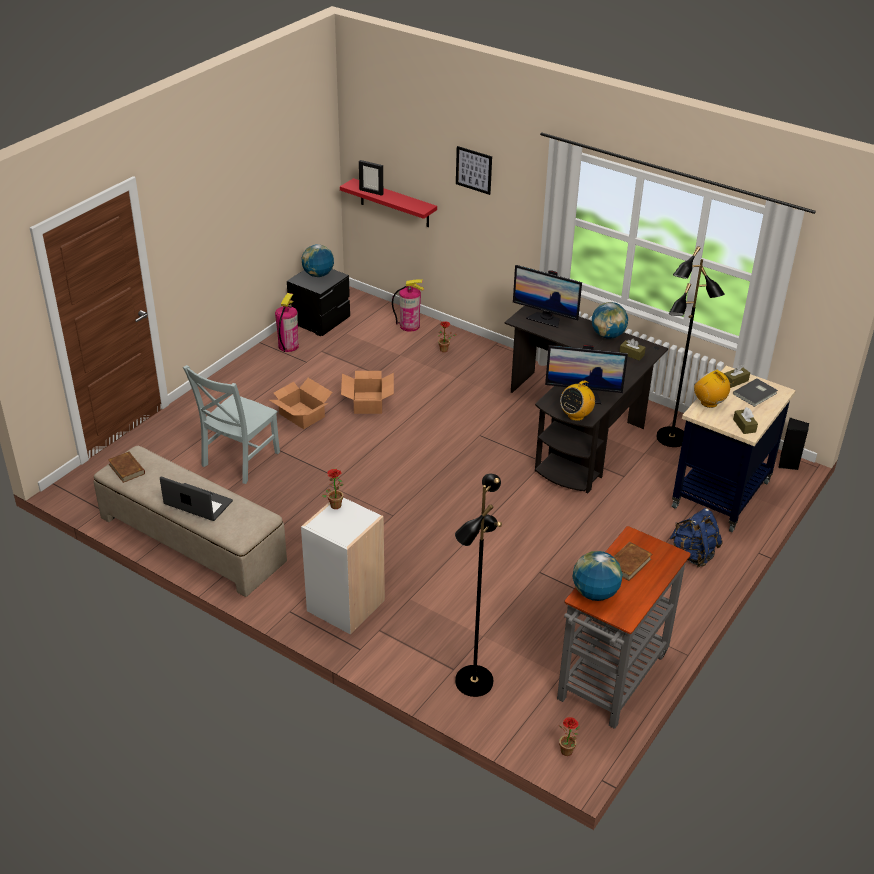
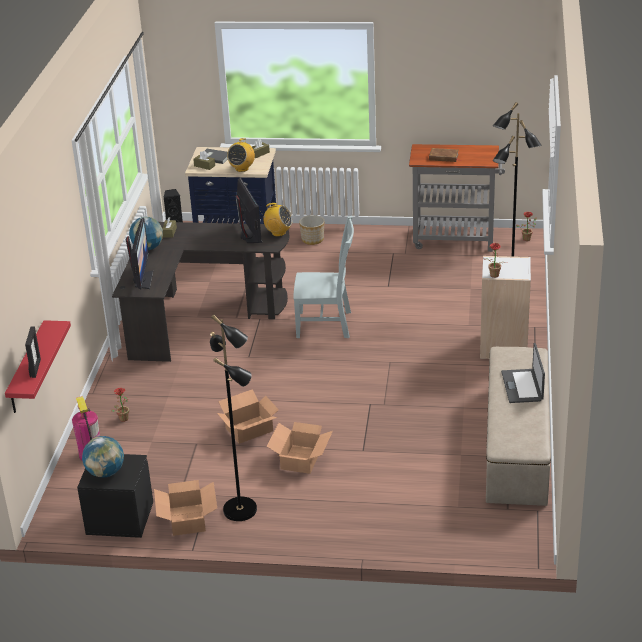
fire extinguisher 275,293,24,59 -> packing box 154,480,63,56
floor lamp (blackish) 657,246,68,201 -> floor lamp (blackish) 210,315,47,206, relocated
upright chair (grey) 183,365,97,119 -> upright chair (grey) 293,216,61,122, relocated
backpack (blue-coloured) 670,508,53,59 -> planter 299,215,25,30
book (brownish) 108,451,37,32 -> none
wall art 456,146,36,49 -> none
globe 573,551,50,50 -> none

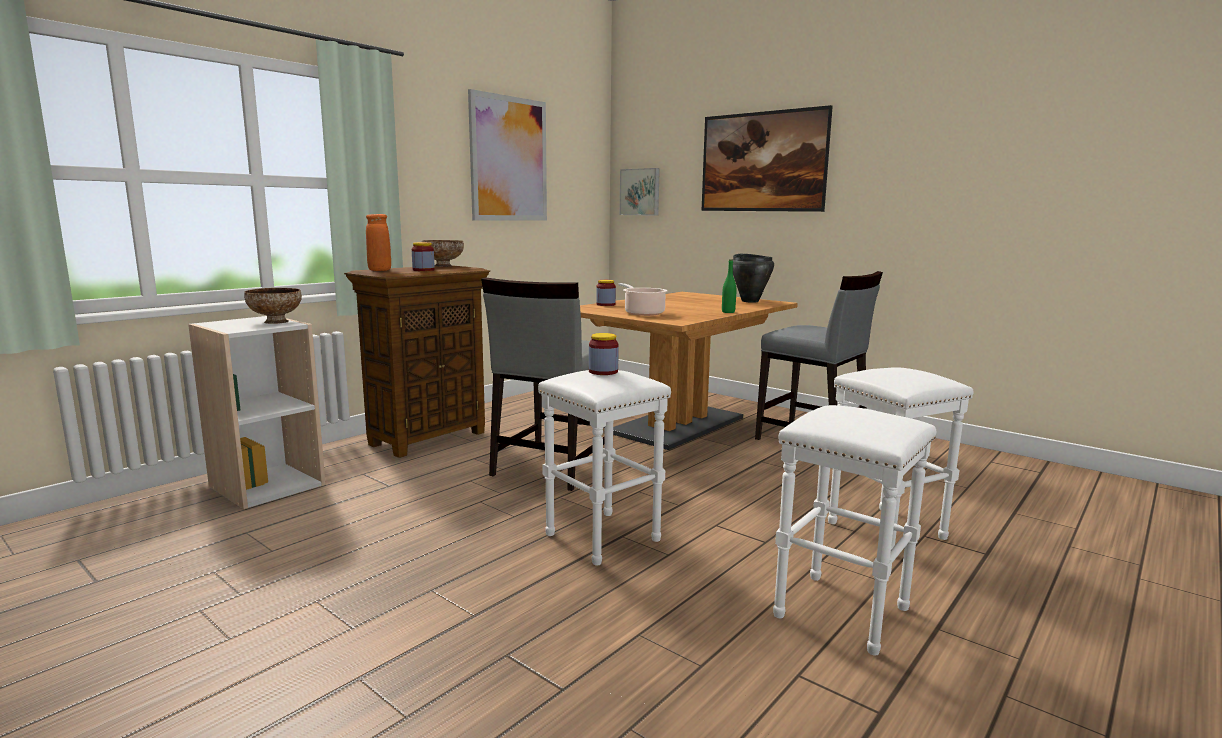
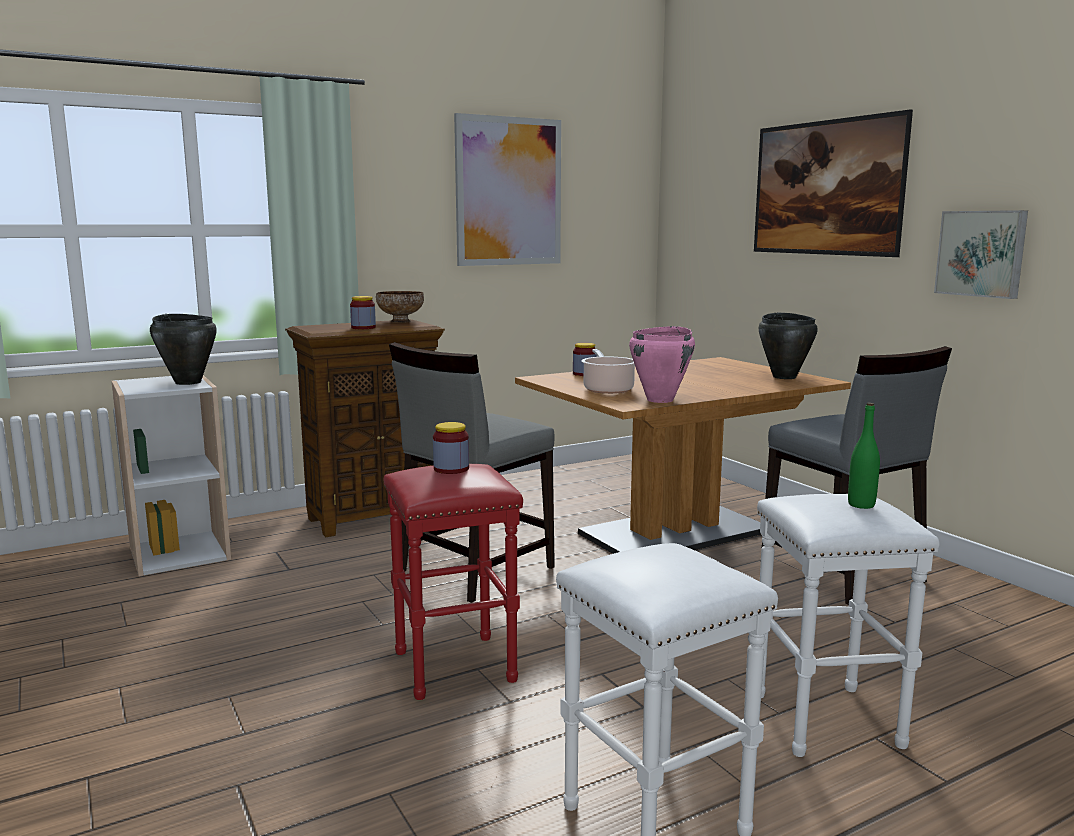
deep dish 244,288,58,36 -> cooking pot (blackish) 150,314,67,71
stool seat (whitish) 538,370,133,196 -> stool seat (reddish) 384,464,139,236
none -> cooking pot (pinkish) 629,326,66,77
drink bottle (green) 722,259,14,54 -> drink bottle (green) 848,403,32,106, relocated
wall art 620,168,40,48 -> wall art 934,210,94,89, relocated
decorative vase (orange-coloured) 366,214,25,57 -> none

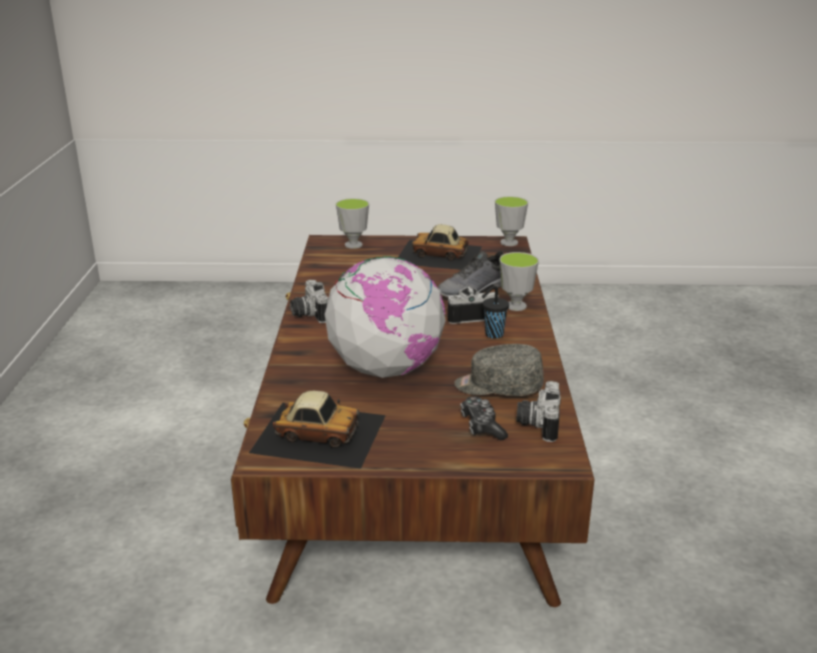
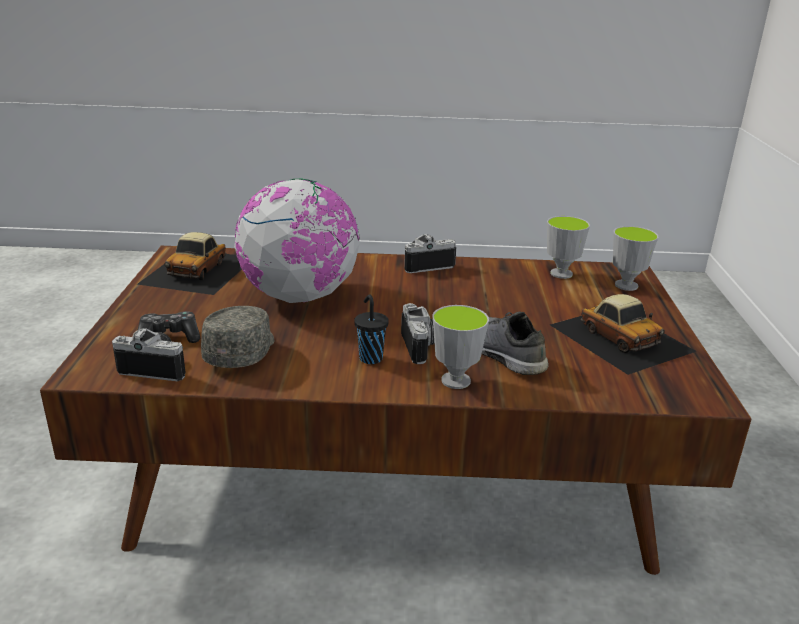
small cup 495,196,33,50 -> small cup 547,216,43,63, relocated
toy car 398,224,84,46 -> toy car 550,294,147,81, 135 degrees clockwise

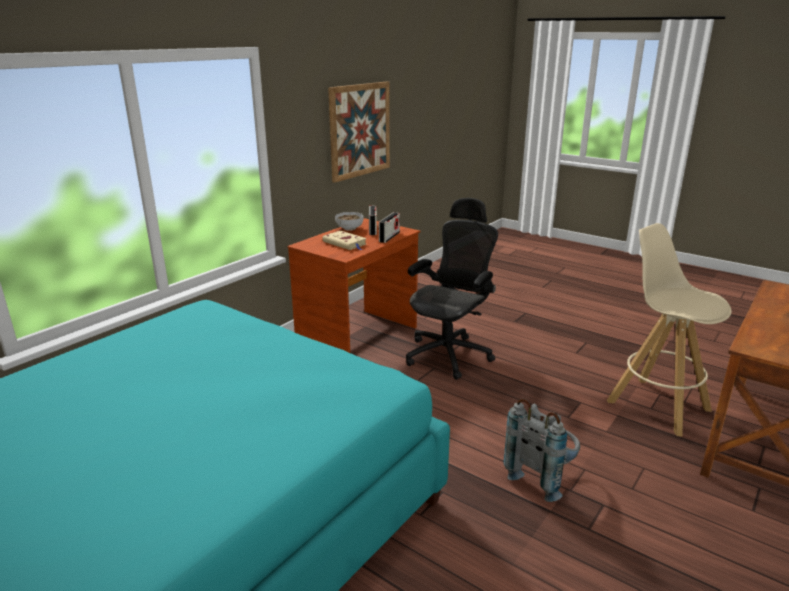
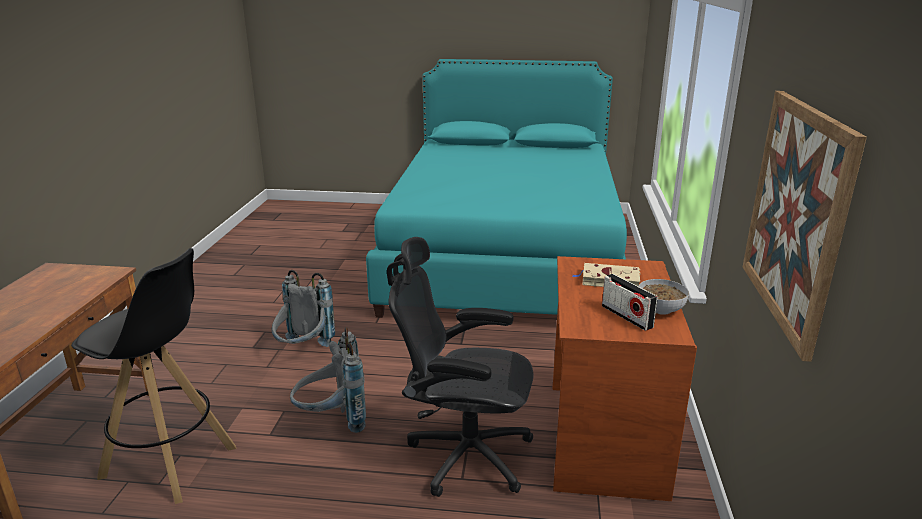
stool seat (beige) 607,223,125,213 -> stool seat (blackish) 71,248,166,256
none -> backpack (grey) 290,327,76,106
desk chair 406,198,92,182 -> desk chair 387,237,146,260, 105 degrees clockwise
radio set 379,212,21,31 -> none

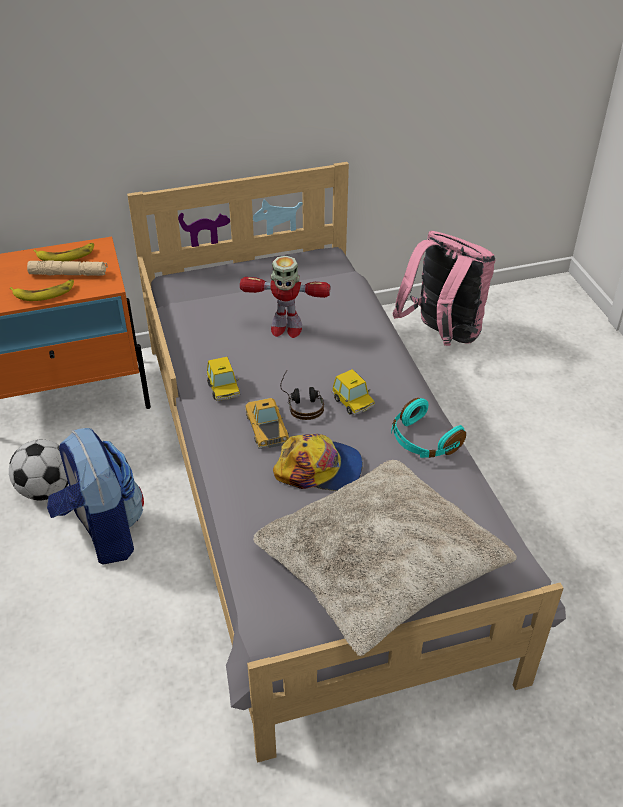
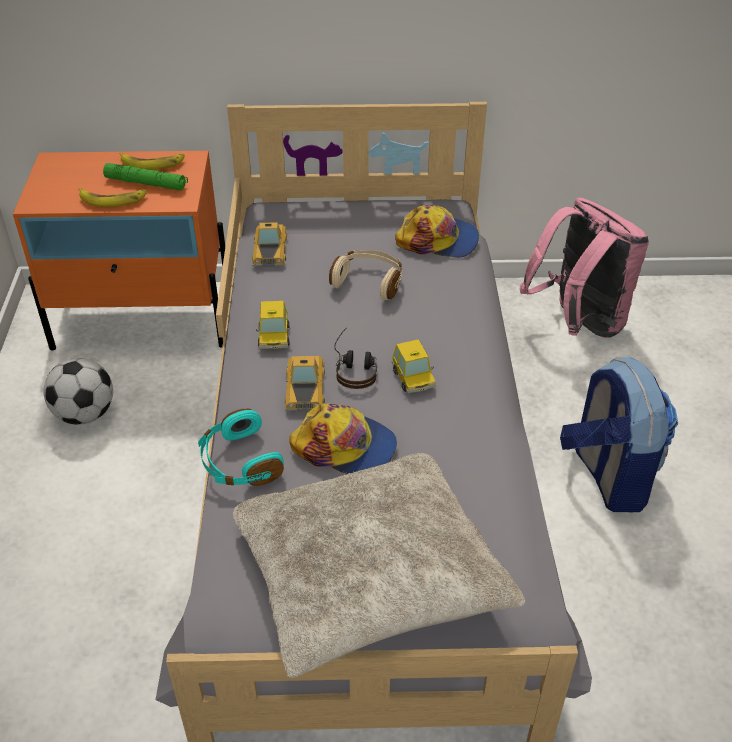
hand torch (beige) 27,260,81,16 -> hand torch (green) 103,163,85,28
pair of headphones (turquoise-coloured) 391,398,75,60 -> pair of headphones (turquoise-coloured) 198,408,86,78, relocated
none -> toy car 252,223,35,44
toy robot 240,256,90,82 -> pair of headphones (beige) 329,249,73,51
none -> baseball cap 395,205,84,53
backpack 47,428,97,137 -> backpack 560,357,118,155, relocated

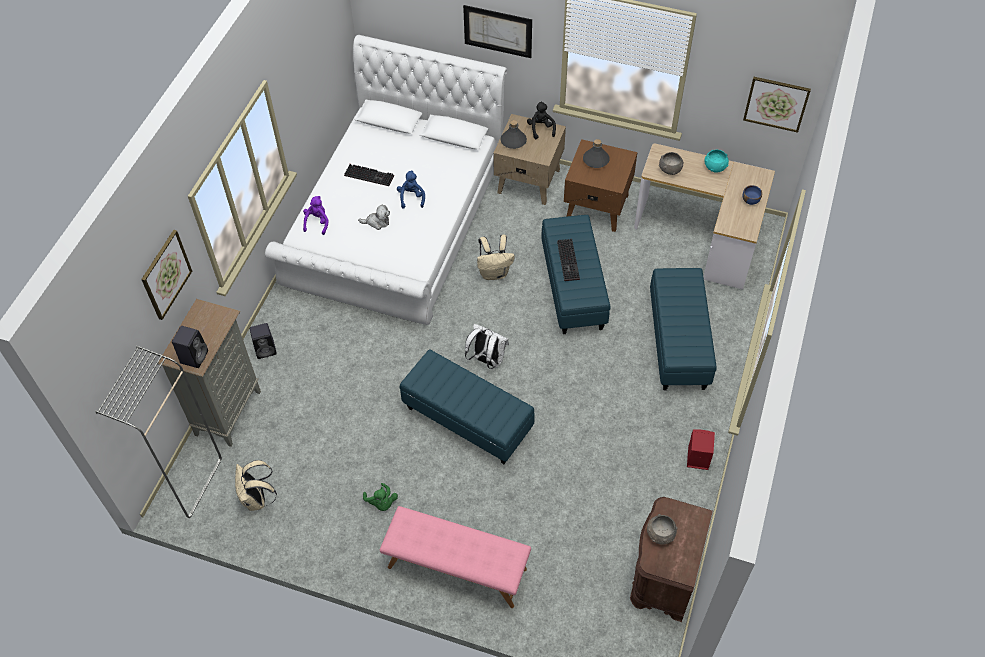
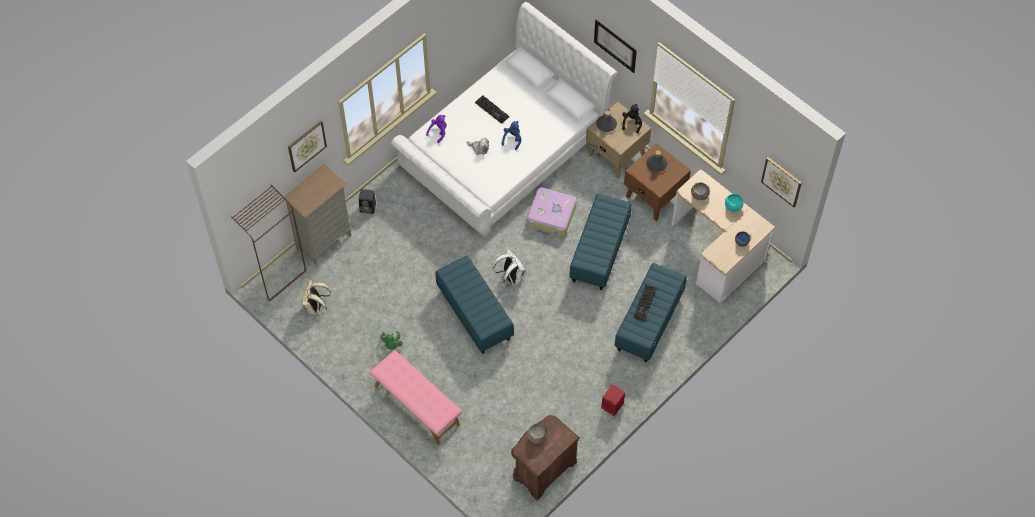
garment stand (grey) 95,345,127,173 -> garment stand (brownish) 231,184,75,117
backpack (beige) 477,235,38,45 -> piece of luggage 526,187,51,50
computer keyboard 557,239,23,42 -> computer keyboard 633,284,24,37, relocated
loudspeaker (blackish) 172,326,36,42 -> none

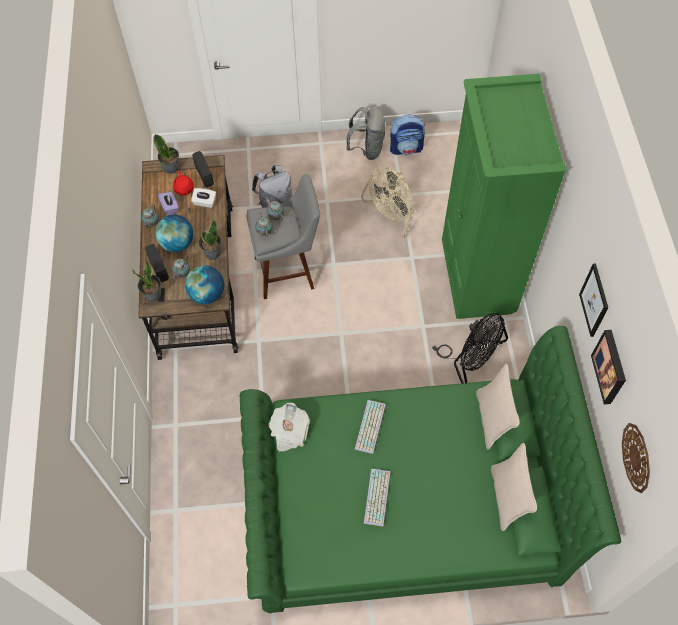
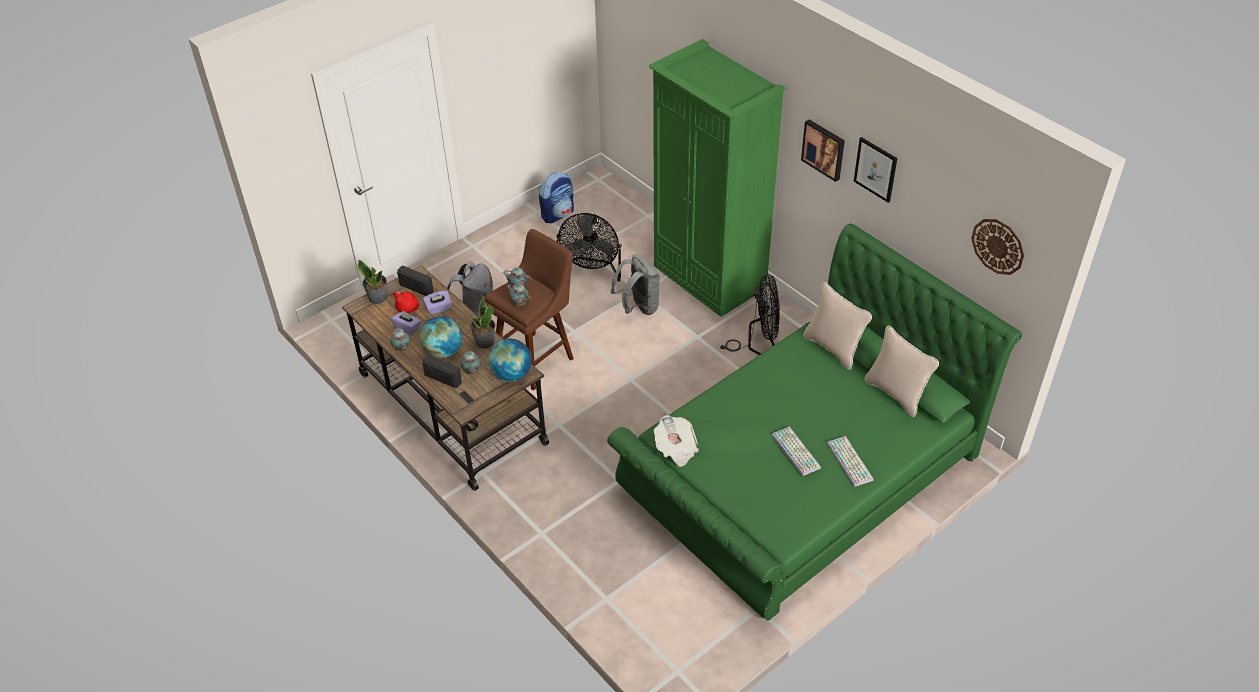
box of tissues (whitish) 191,188,25,20 -> box of tissues (purple-coloured) 423,291,29,24
stool seat (grey) 246,174,74,125 -> stool seat (brownish) 484,229,90,162
cooling fan (beige) 361,167,52,71 -> cooling fan (blackish) 556,212,65,69
backpack (grey) 346,106,40,54 -> backpack (grey) 611,254,49,61, relocated
wall art 591,330,35,75 -> wall art 801,119,44,63, relocated
computer keyboard 354,400,32,54 -> computer keyboard 827,436,47,51, relocated
houseplant 132,260,29,42 -> none

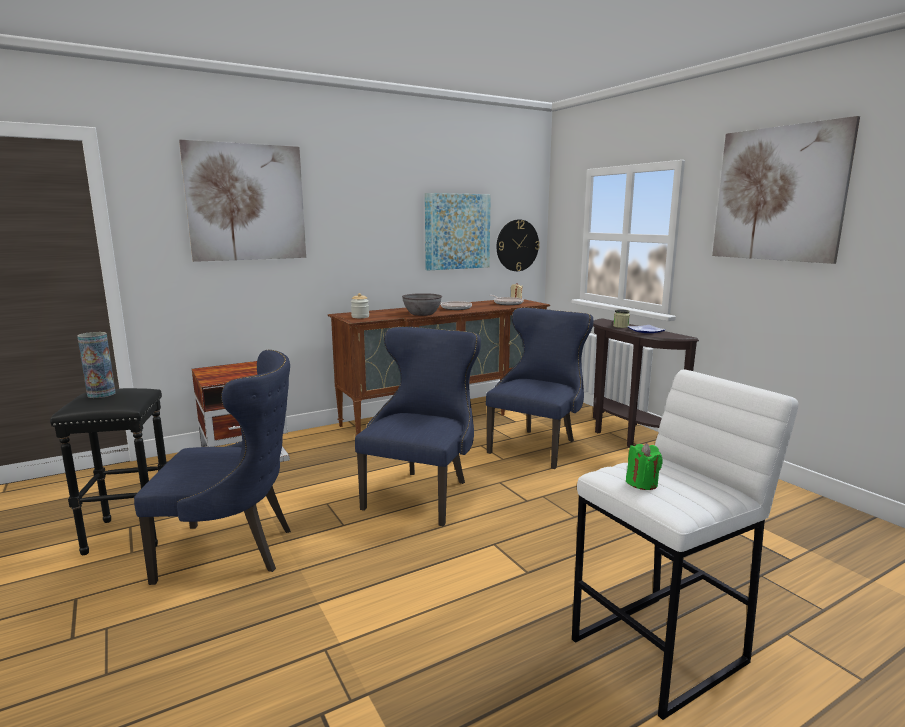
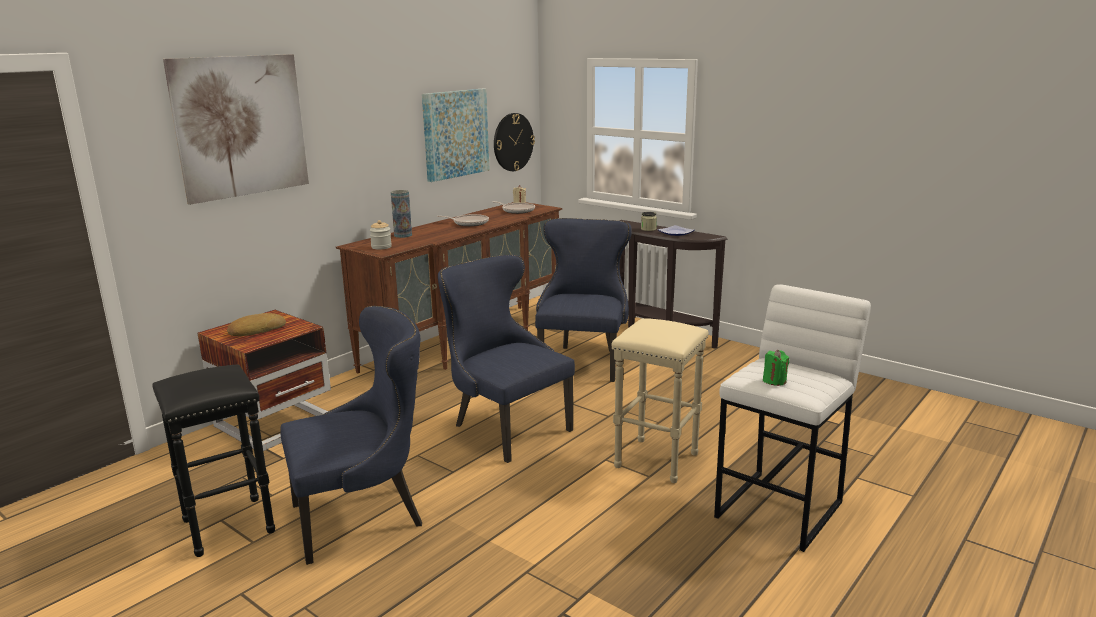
none -> baked bread 227,313,59,23
decorative vase 77,332,39,66 -> decorative vase 391,190,21,48, relocated
upright chair (blue-coloured) 355,326,126,200 -> upright chair (blue-coloured) 438,255,137,208, 45 degrees counterclockwise
none -> stool seat (beige) 612,318,97,165
deep dish (grey) 402,293,40,23 -> none
wall art 712,116,148,148 -> none

